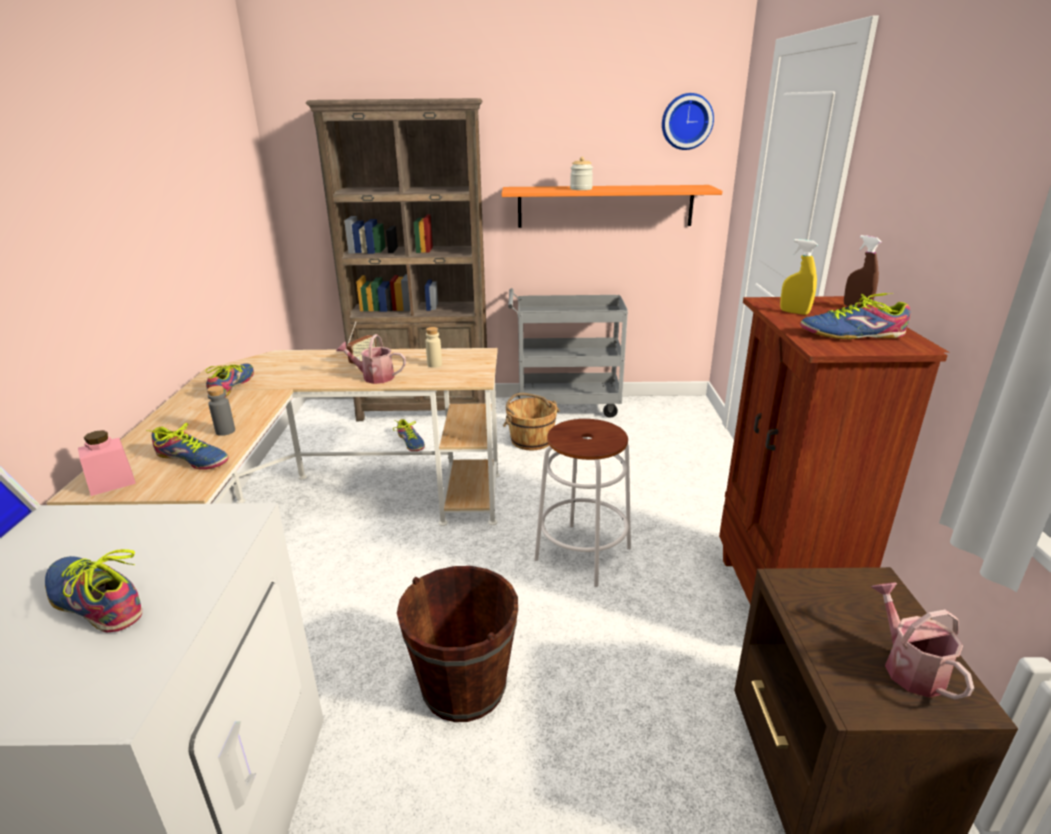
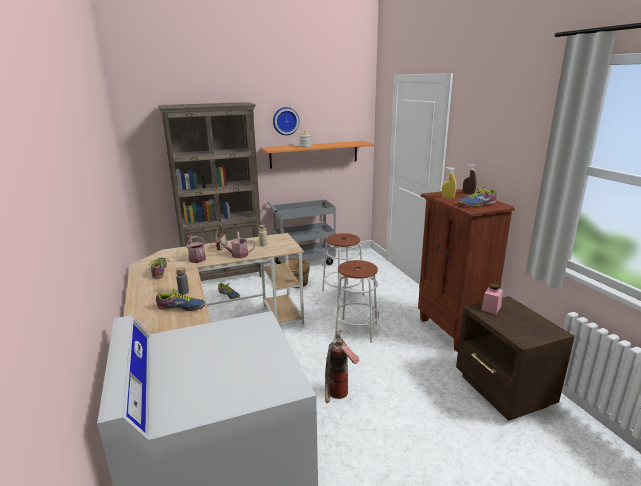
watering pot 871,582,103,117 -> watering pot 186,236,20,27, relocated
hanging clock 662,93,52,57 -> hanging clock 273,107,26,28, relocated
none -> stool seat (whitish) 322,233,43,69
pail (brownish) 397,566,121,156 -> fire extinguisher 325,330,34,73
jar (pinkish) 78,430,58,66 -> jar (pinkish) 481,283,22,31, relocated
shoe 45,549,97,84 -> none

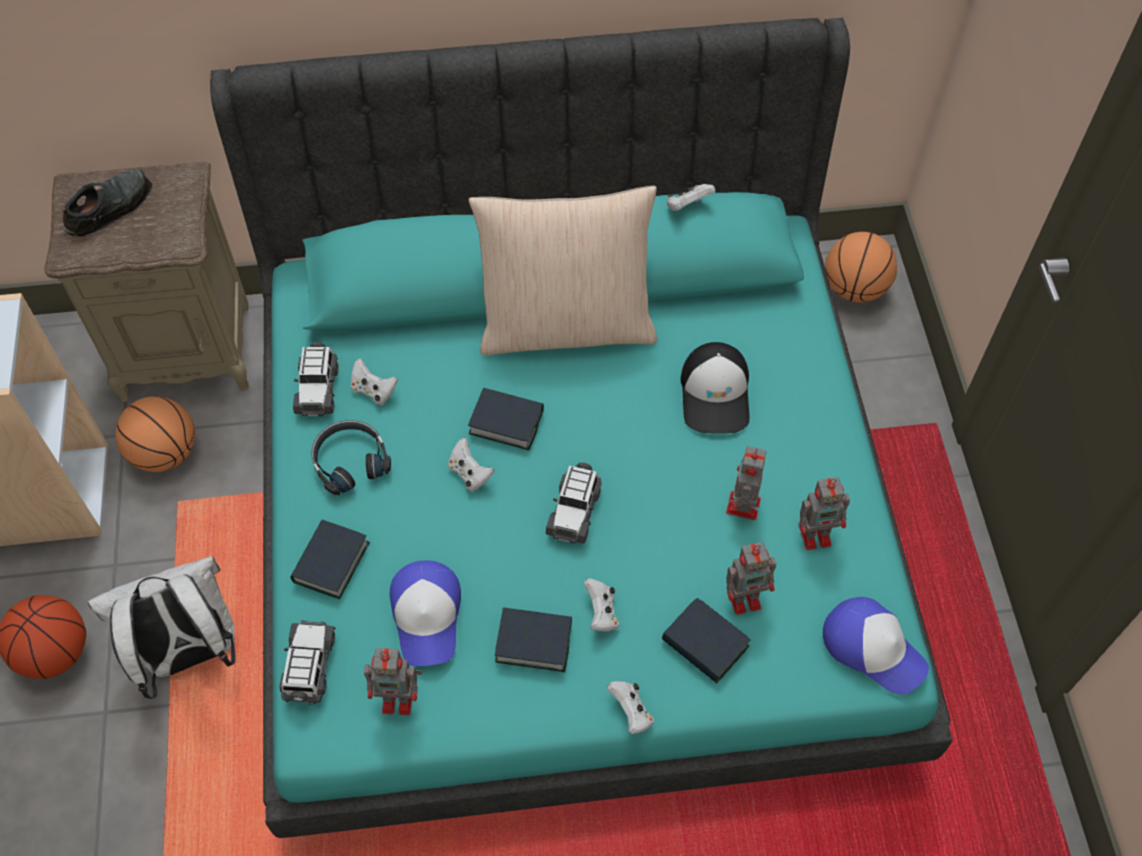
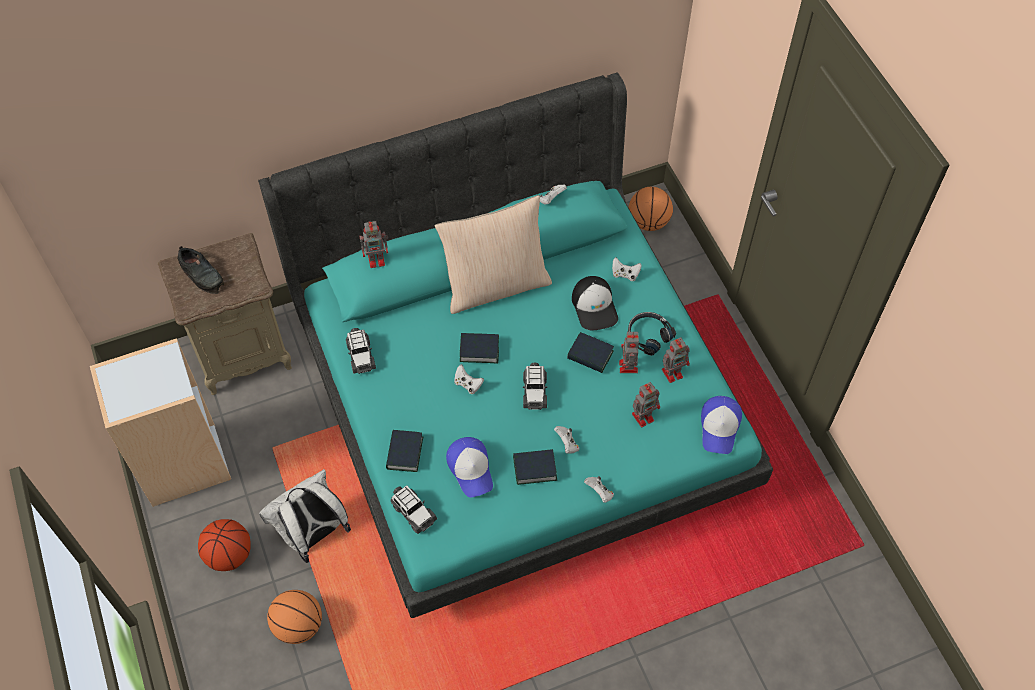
shoe (blackish) 62,169,90,68 -> shoe (blackish) 177,246,47,48, 105 degrees clockwise
basketball 115,396,80,76 -> basketball 267,590,55,54, relocated
toy robot 364,648,58,67 -> toy robot 359,221,29,47, relocated
toy car 279,620,57,85 -> toy car 390,485,47,49, 150 degrees clockwise
book 662,598,89,85 -> book 567,332,47,41, relocated
joypad (whitish) 351,358,47,47 -> joypad (whitish) 612,257,29,24, relocated
pair of headphones (blackish) 311,420,80,75 -> pair of headphones (blackish) 628,312,48,44, relocated
baseball cap 823,597,106,97 -> baseball cap 701,396,41,58, 75 degrees clockwise

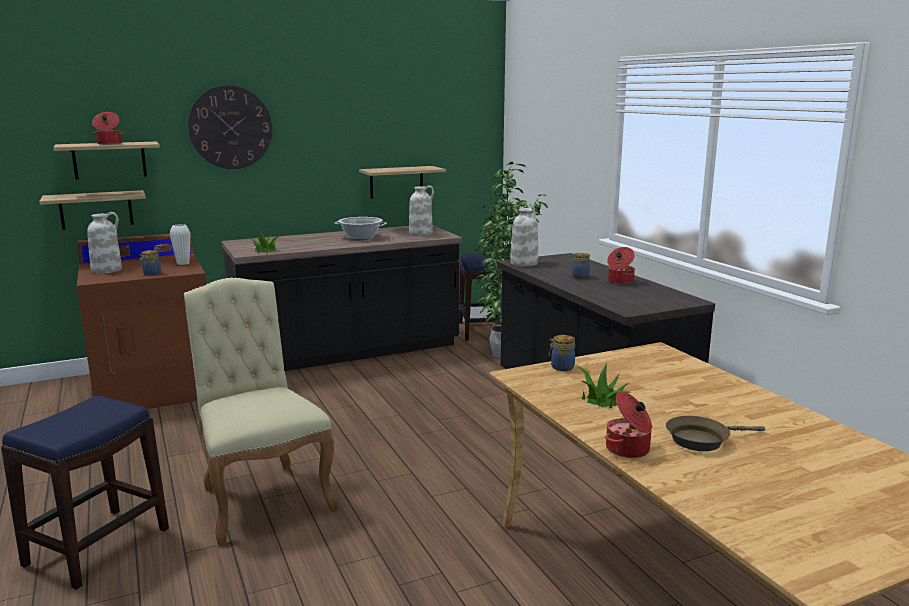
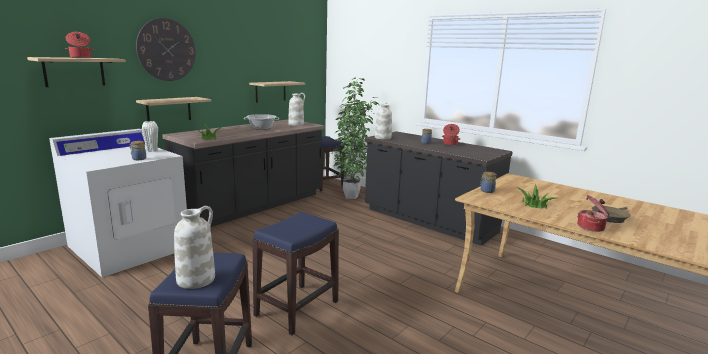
laundry machine (brownish) 77,234,129,175 -> laundry machine (whitish) 49,129,138,148
shelf 39,190,107,40 -> shelf 136,97,75,24, relocated
decorative vase (whitish) 87,212,35,61 -> decorative vase (whitish) 174,206,41,83, relocated
upright chair (beige) 184,278,154,268 -> stool seat 252,212,87,123

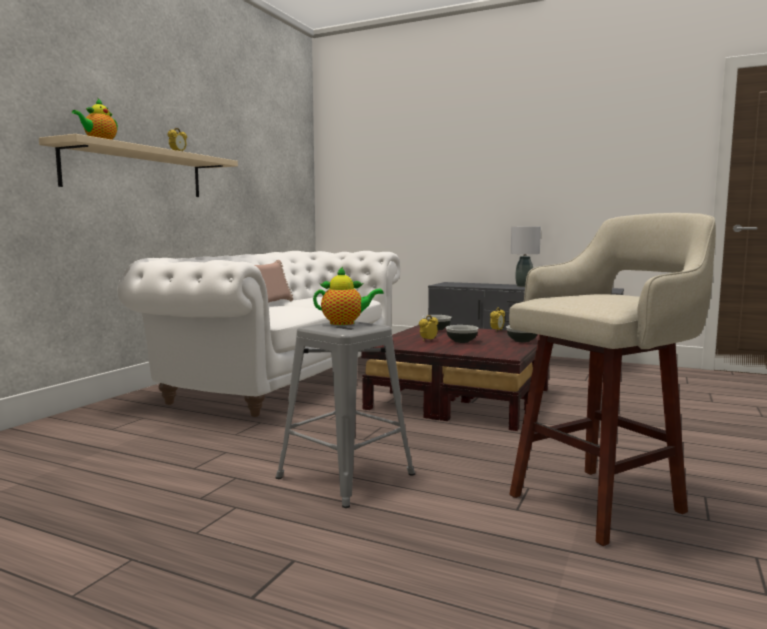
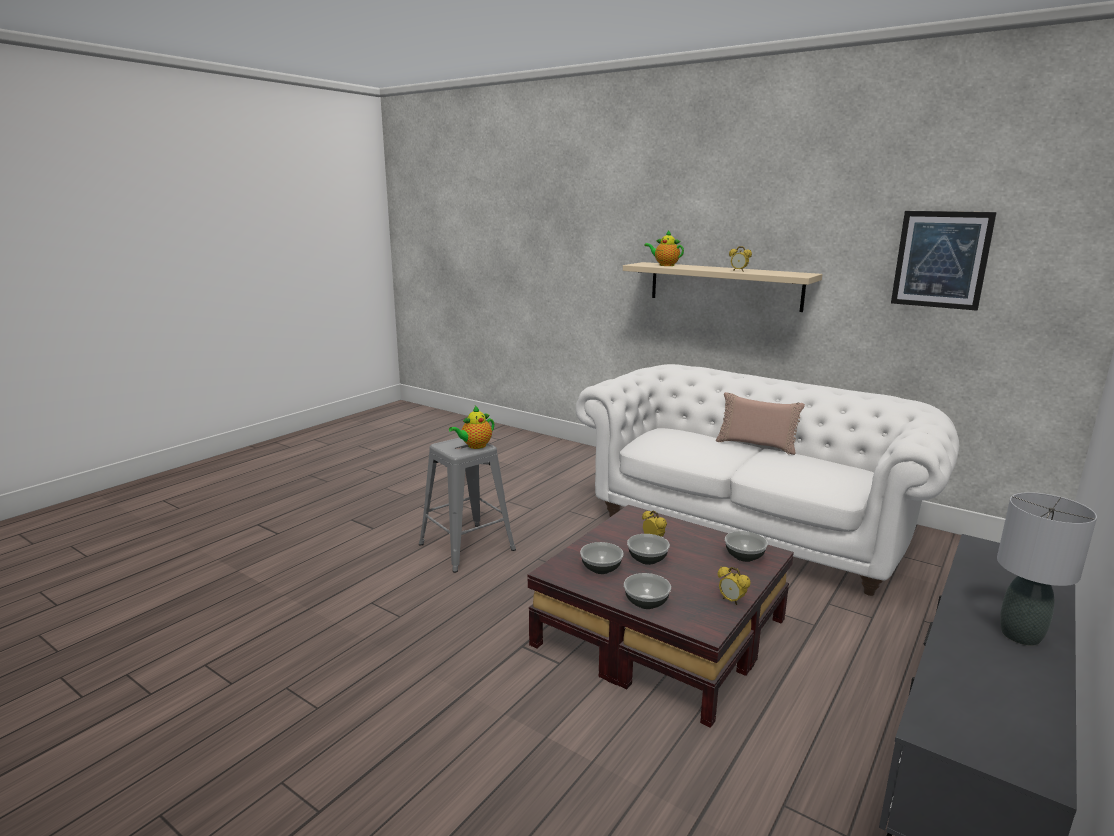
tea pot 313,267,71,58 -> tea pot 449,406,45,43, 45 degrees clockwise
none -> deep dish 580,542,44,32
none -> wall art 891,211,106,100
stool seat (beige) 509,213,207,333 -> none

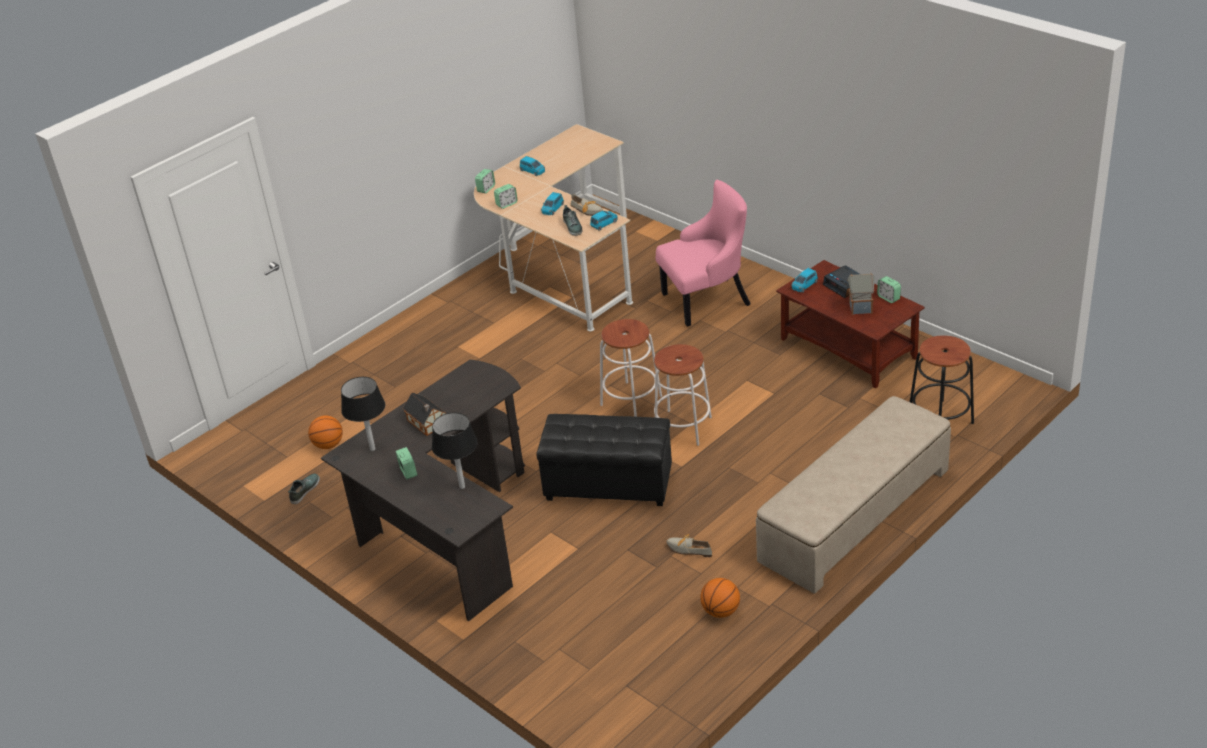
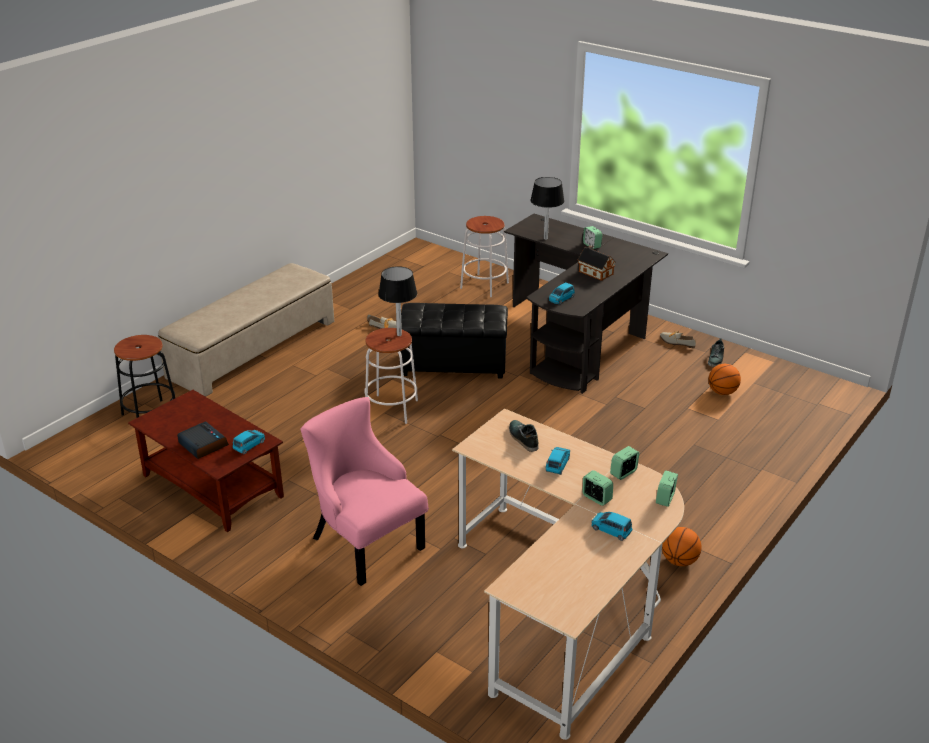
upright chair (pinkish) 655,180,95,147 -> upright chair (pinkish) 300,397,129,189, 75 degrees clockwise
tabletop lamp (blackish) 341,377,44,74 -> tabletop lamp (blackish) 378,266,39,70, relocated
stool seat (whitish) 600,319,62,98 -> stool seat (whitish) 460,216,49,81, relocated
toy car (blue-coloured) 590,211,28,20 -> toy car (blue-coloured) 549,282,26,23, relocated
bedside clock 877,276,24,27 -> bedside clock 582,470,31,36, relocated
shoe 570,194,33,22 -> shoe 660,331,36,18, relocated
basketball 700,578,40,40 -> basketball 662,527,40,39, relocated
miniature house 847,273,28,42 -> none

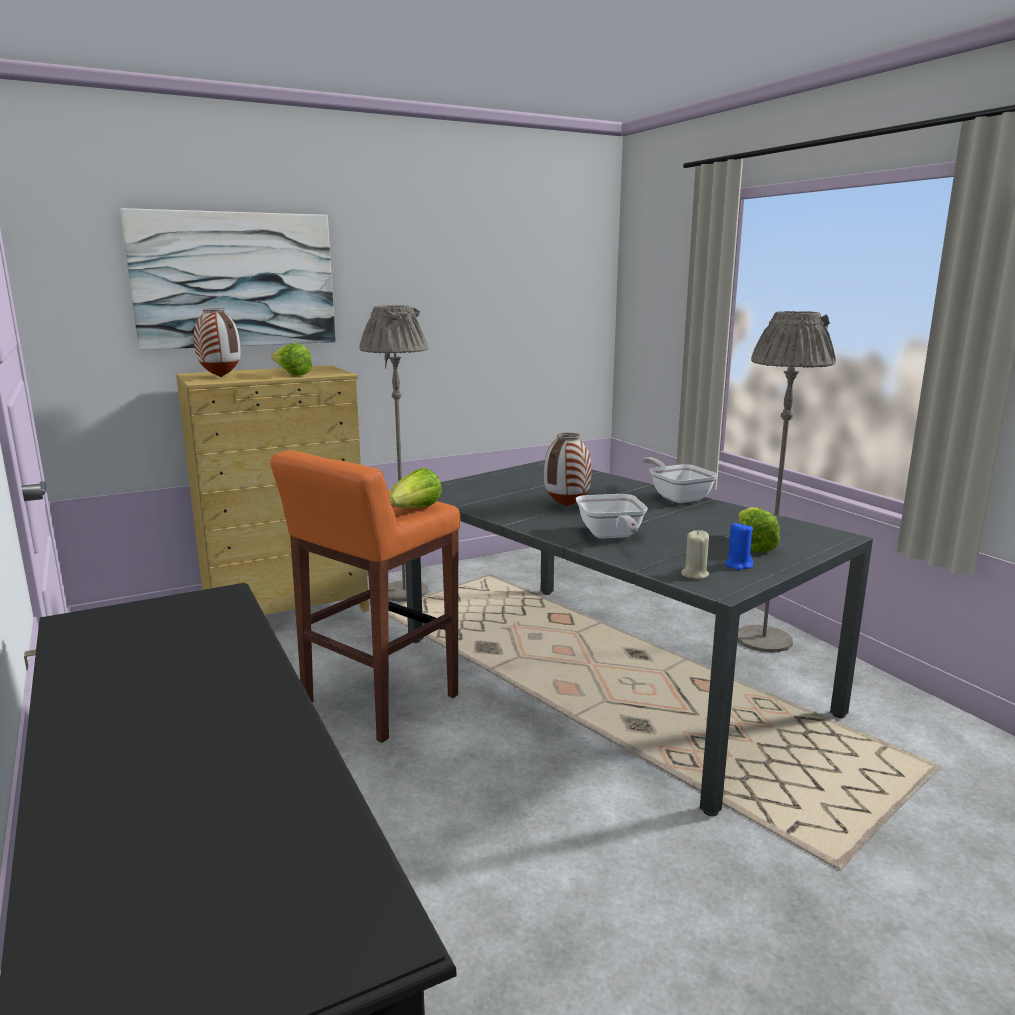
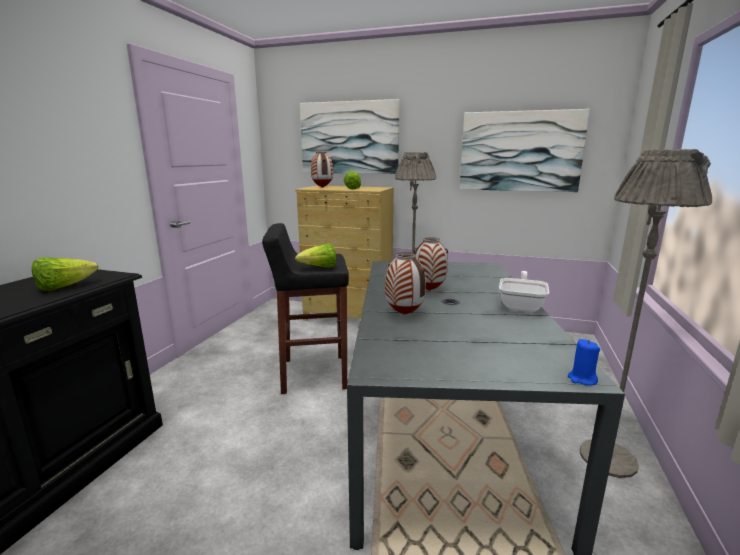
head of lettuce 738,507,42,46 -> head of lettuce 32,257,66,34, relocated
stool seat (orange-coloured) 270,450,190,293 -> stool seat (blackish) 262,223,87,171
frying pan 576,494,72,45 -> decorative vase 385,252,41,63
none -> wall art 460,109,130,83
candle (blue-coloured) 726,522,27,48 -> candle (blue-coloured) 568,339,32,47, relocated
candle (beige) 681,530,28,49 -> none

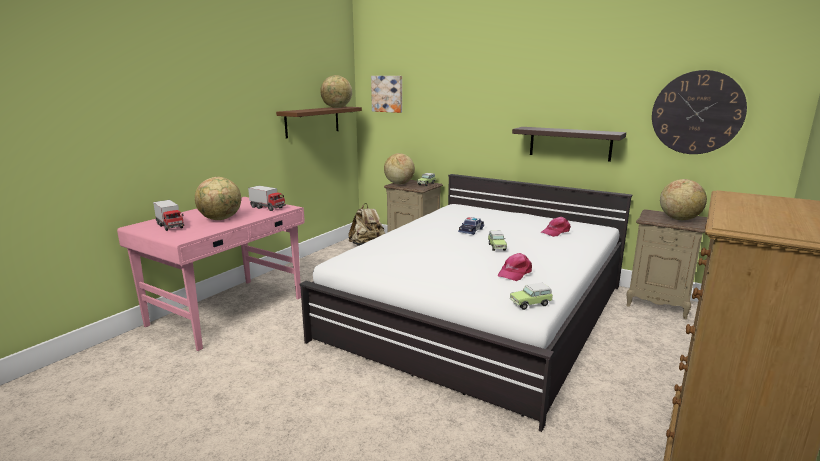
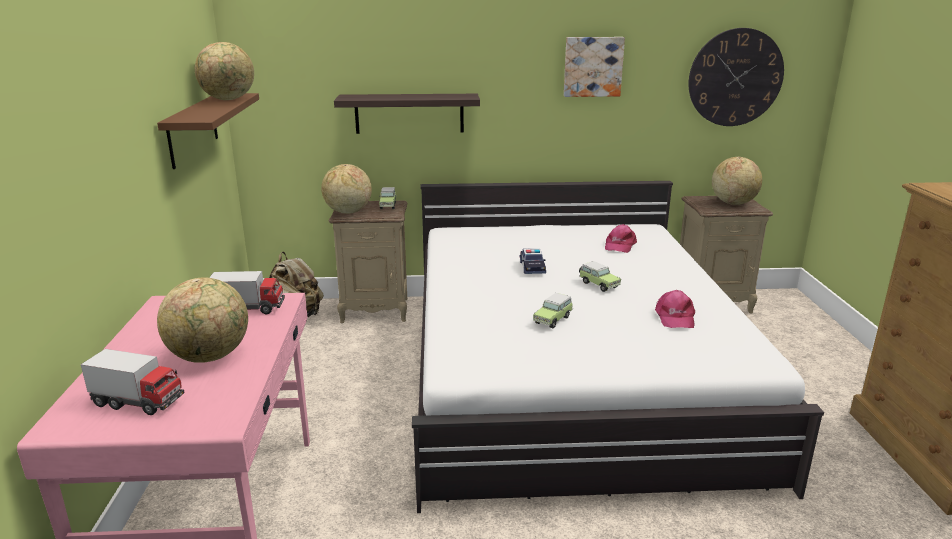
shelf 512,127,114,35 -> shelf 334,94,146,40, relocated
toy car 510,283,43,27 -> toy car 533,293,40,35, relocated
wall art 371,76,31,37 -> wall art 564,37,61,60, relocated

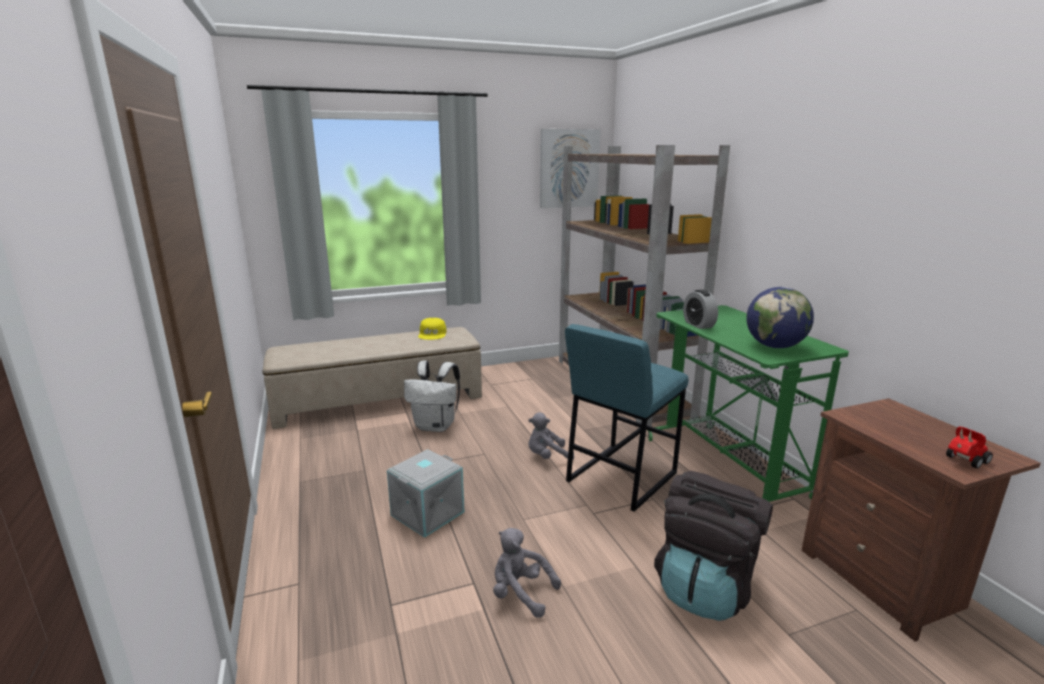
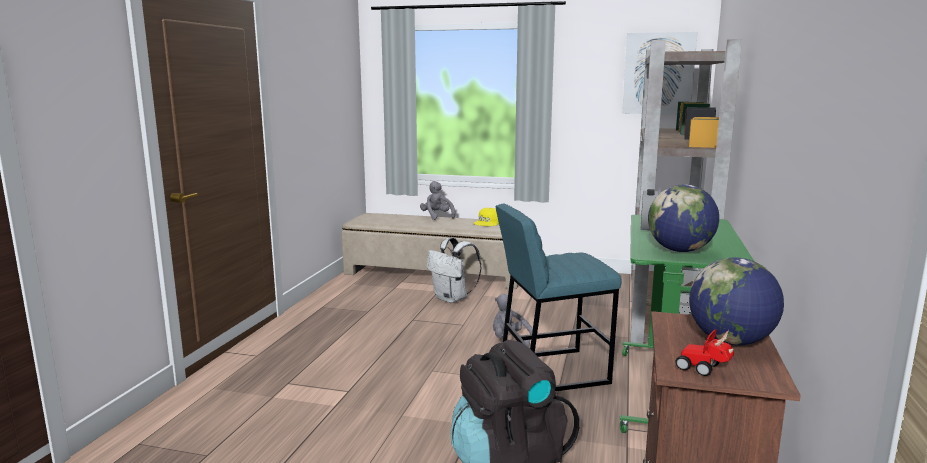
plush toy (grey) 493,528,68,90 -> plush toy (grey) 420,181,35,39, relocated
toy car 946,426,47,42 -> toy car 675,330,59,46, 150 degrees counterclockwise
none -> globe 689,257,95,88
storage container (grey) 387,449,77,89 -> none

